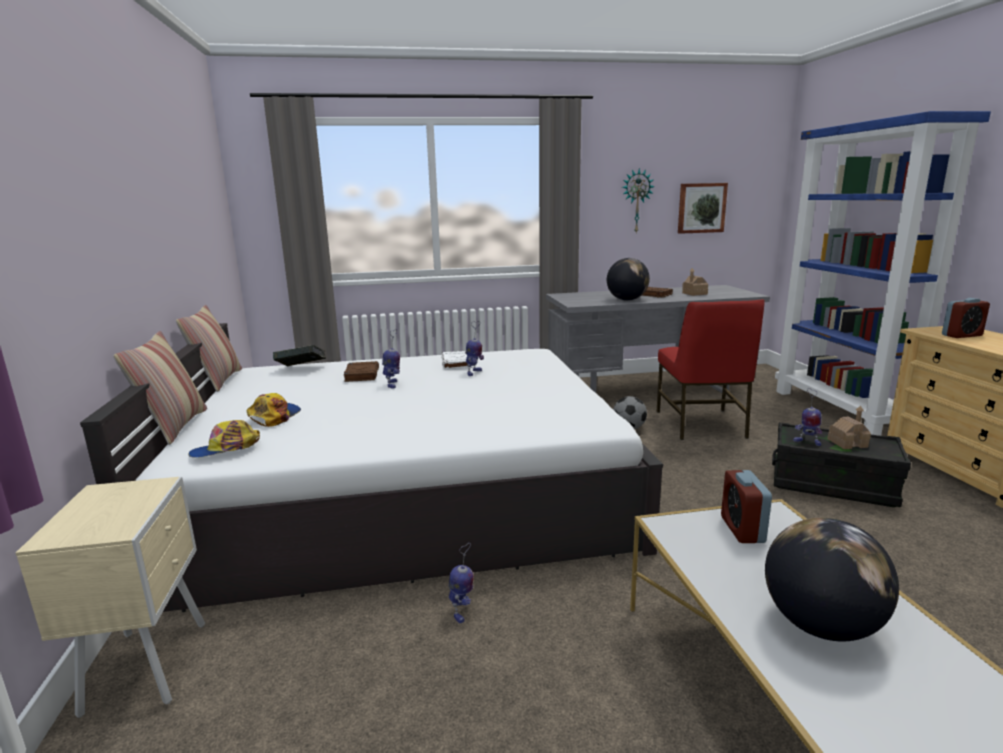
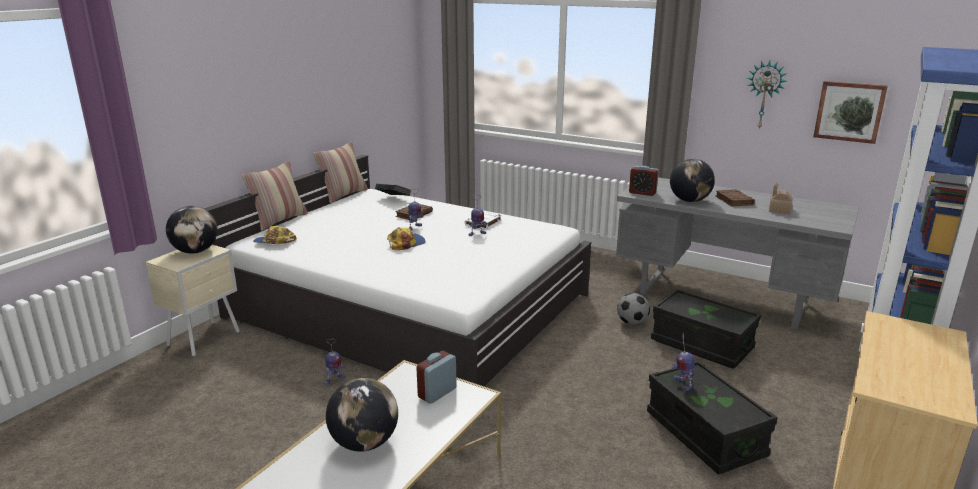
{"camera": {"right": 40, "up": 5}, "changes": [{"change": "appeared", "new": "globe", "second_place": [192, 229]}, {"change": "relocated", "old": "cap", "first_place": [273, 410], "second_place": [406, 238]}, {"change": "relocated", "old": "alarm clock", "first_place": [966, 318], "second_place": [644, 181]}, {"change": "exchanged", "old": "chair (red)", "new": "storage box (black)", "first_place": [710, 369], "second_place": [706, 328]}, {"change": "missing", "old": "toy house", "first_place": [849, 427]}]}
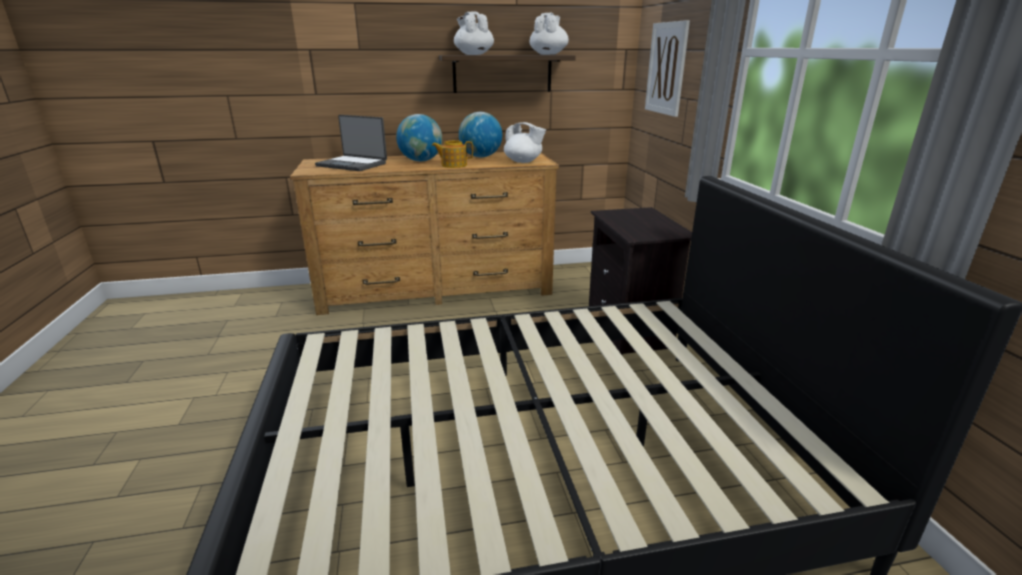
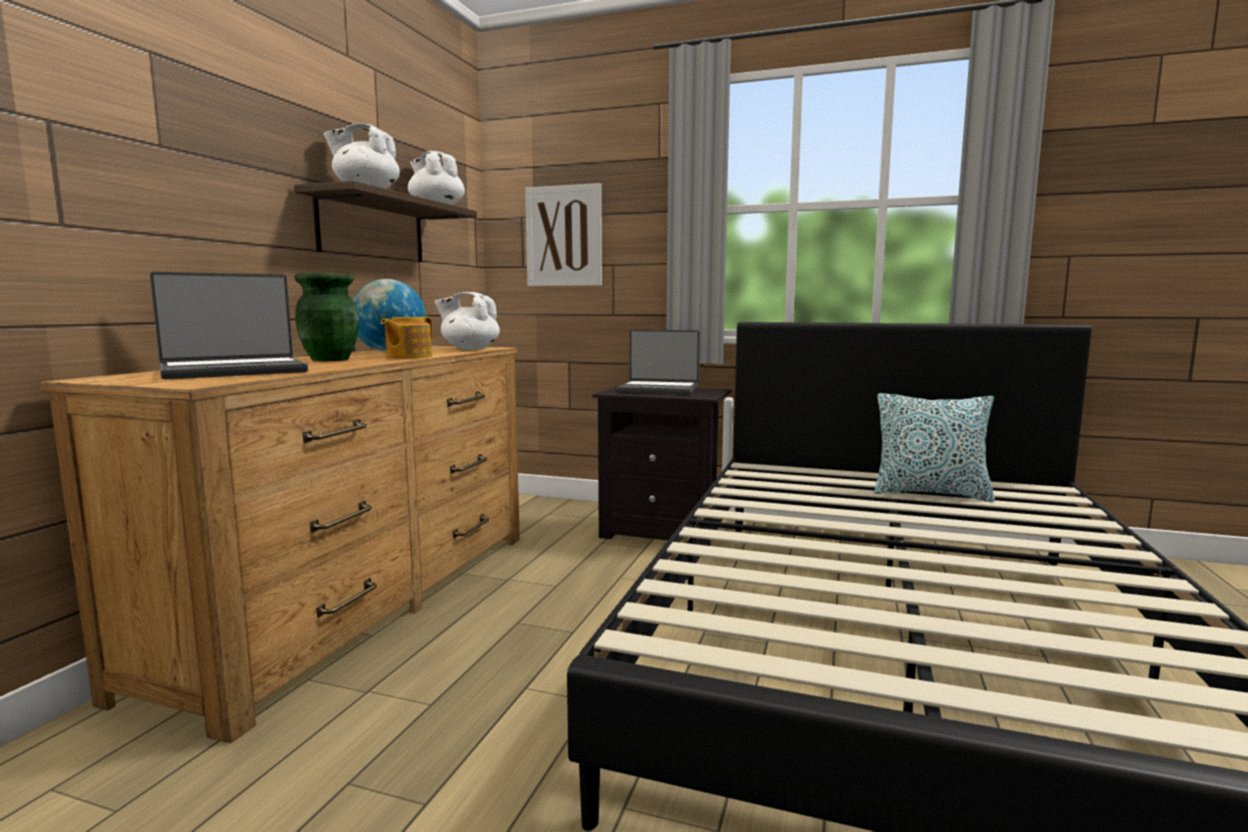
{"camera": {"right": -60, "up": -15}, "changes": [{"change": "exchanged", "old": "globe", "new": "vase (green)", "first_place": [419, 138], "second_place": [326, 317]}, {"change": "spun", "old": "teapot (white)", "first_place": [525, 142], "second_place": [467, 321], "degrees": -135}, {"change": "appeared", "new": "laptop", "second_place": [658, 362]}, {"change": "appeared", "new": "pillow", "second_place": [934, 447]}]}
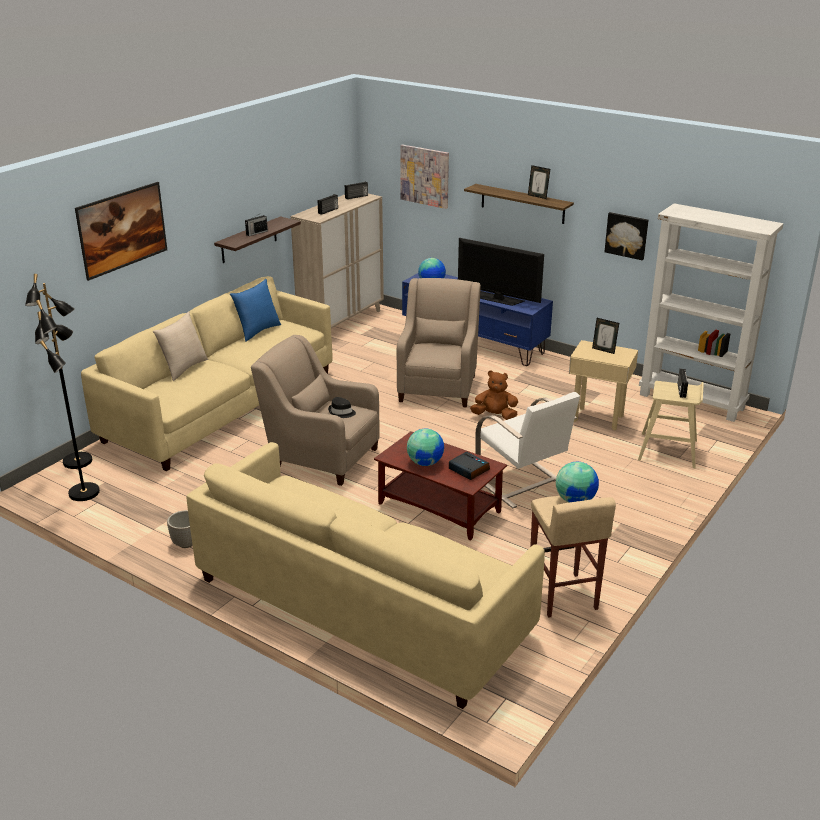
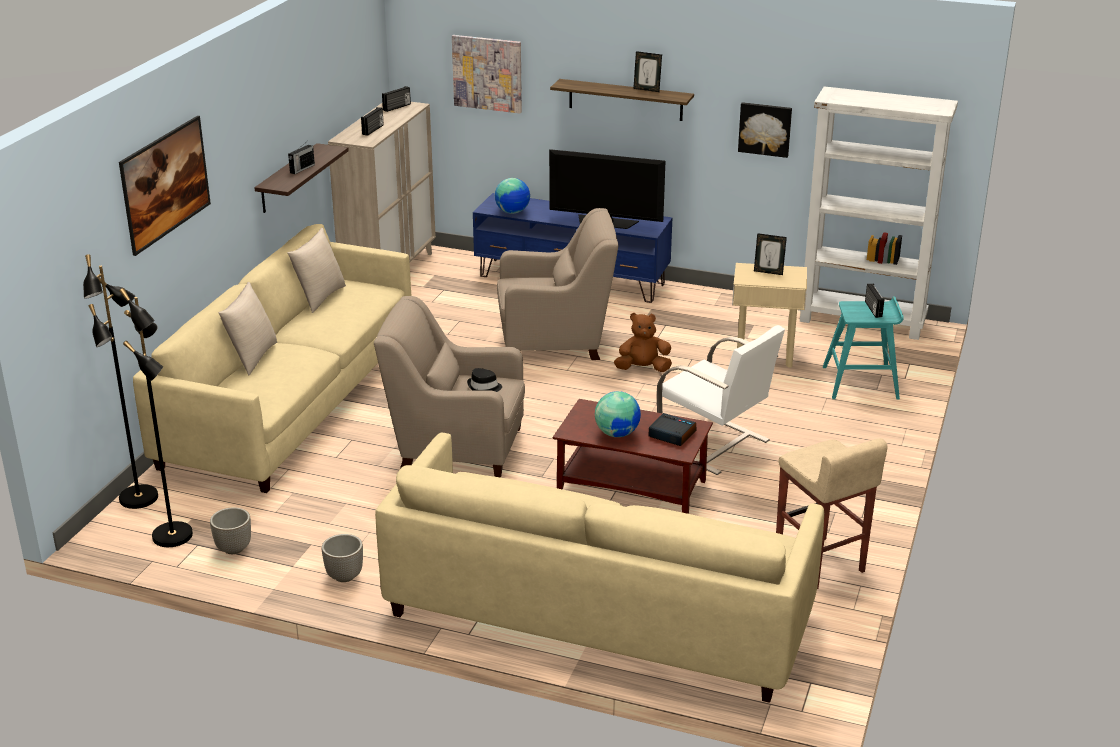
{"camera": {"right": -15, "up": 0}, "changes": [{"change": "appeared", "new": "planter", "second_place": [230, 530]}, {"change": "colour", "old": "pillow (blue)", "new": "pillow (beige)", "first_place": [255, 310], "second_place": [316, 270]}, {"change": "spun", "old": "armchair (beige)", "first_place": [439, 343], "second_place": [557, 284], "degrees": 90}, {"change": "colour", "old": "stool (beige)", "new": "stool (turquoise)", "first_place": [671, 424], "second_place": [863, 348]}, {"change": "missing", "old": "globe", "first_place": [577, 482]}]}
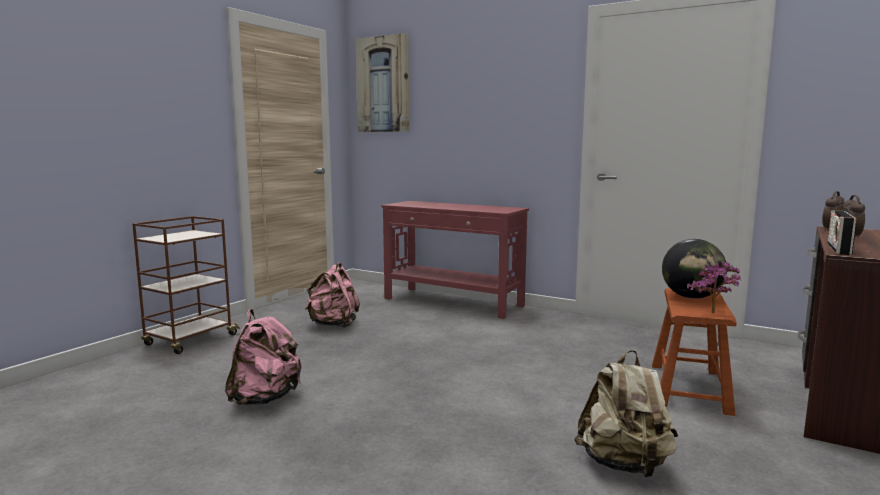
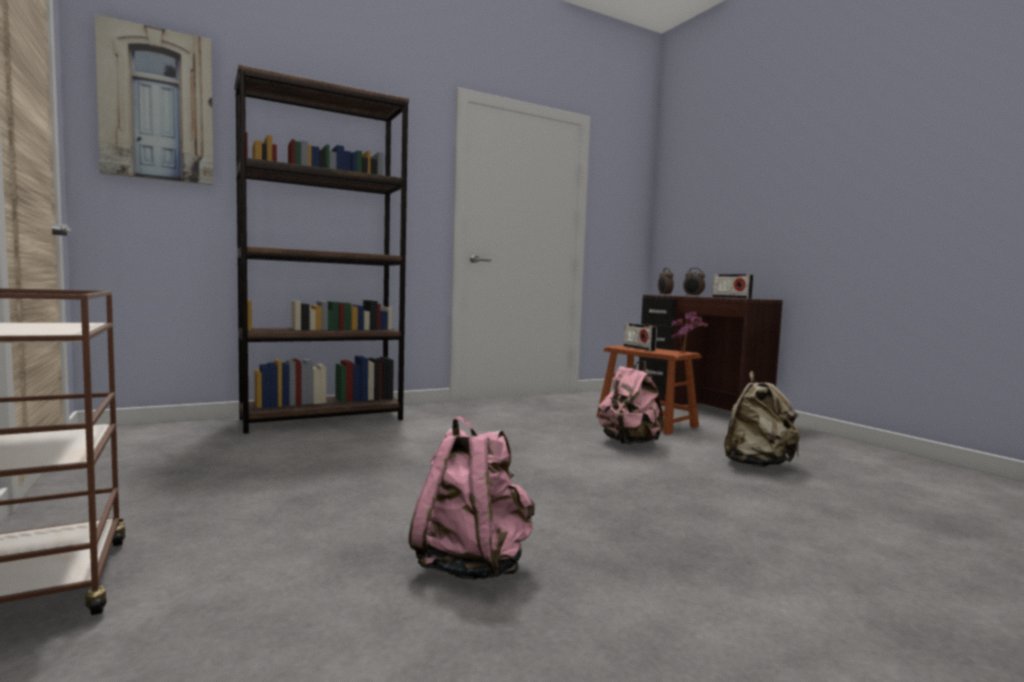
{"camera": {"right": -60, "up": -5}, "changes": [{"change": "exchanged", "old": "console table (red)", "new": "bookcase (brown)", "first_place": [455, 260], "second_place": [321, 249]}, {"change": "relocated", "old": "backpack (pink)", "first_place": [332, 295], "second_place": [631, 402]}, {"change": "exchanged", "old": "globe", "new": "radio", "first_place": [694, 269], "second_place": [640, 337]}]}
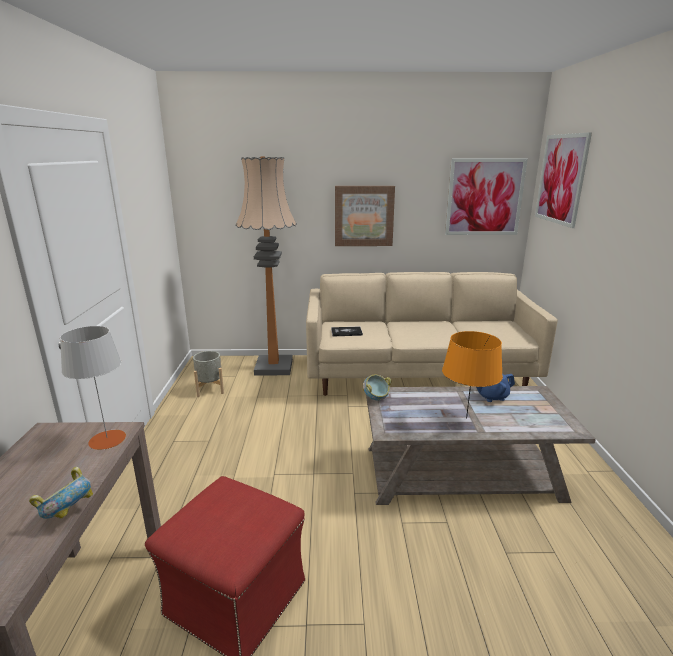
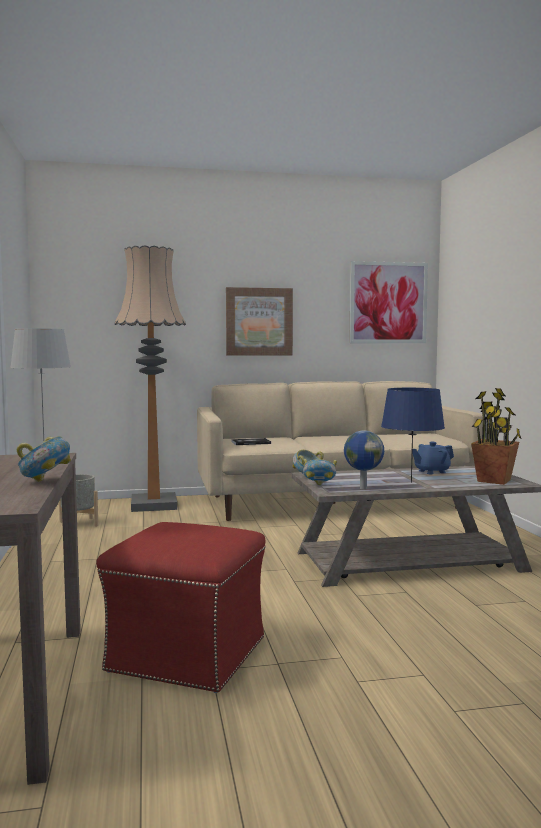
{"camera": {"right": -10, "up": -15}, "changes": [{"change": "appeared", "new": "bowl", "second_place": [320, 472]}, {"change": "appeared", "new": "globe", "second_place": [364, 459]}, {"change": "colour", "old": "table lamp (orange)", "new": "table lamp (blue)", "first_place": [472, 375], "second_place": [413, 435]}, {"change": "appeared", "new": "potted plant", "second_place": [496, 436]}, {"change": "missing", "old": "picture", "first_place": [563, 180]}]}
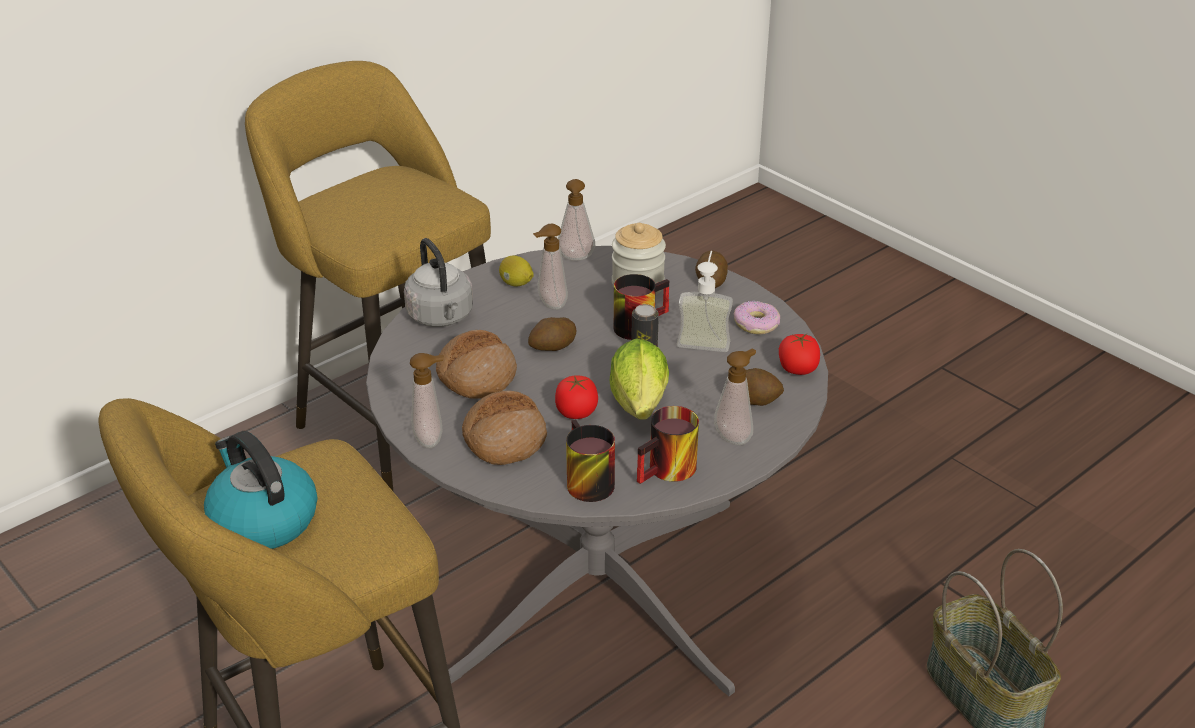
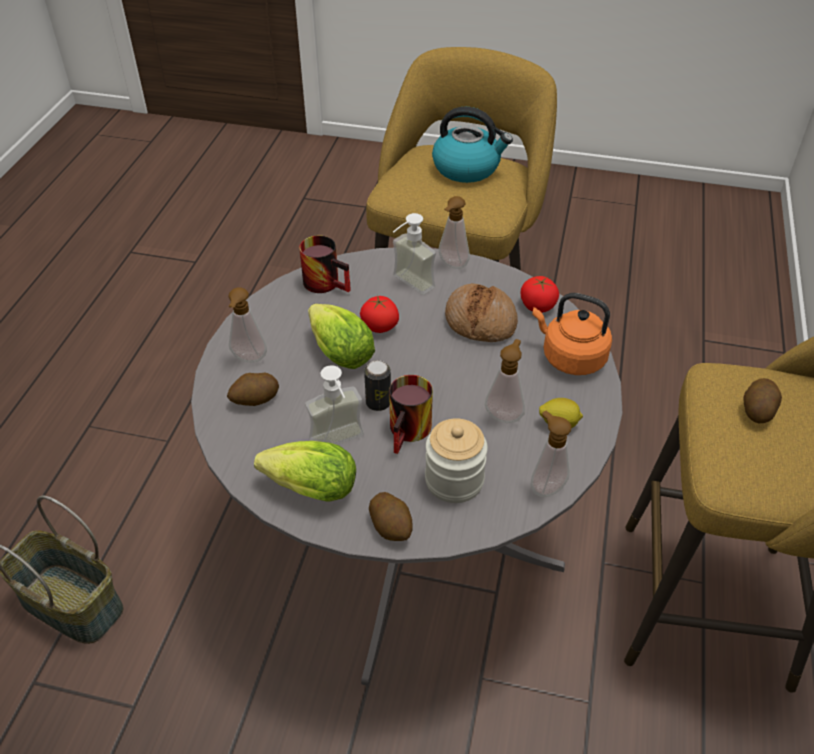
{"camera": {"right": 145, "up": 10}, "changes": [{"change": "exchanged", "old": "donut", "new": "lettuce", "first_place": [757, 317], "second_place": [305, 471]}, {"change": "exchanged", "old": "bread", "new": "soap dispenser", "first_place": [504, 428], "second_place": [414, 254]}, {"change": "relocated", "old": "tomato", "first_place": [799, 354], "second_place": [540, 294]}, {"change": "colour", "old": "kettle (grey)", "new": "kettle (orange)", "first_place": [438, 282], "second_place": [572, 334]}, {"change": "relocated", "old": "potato", "first_place": [552, 334], "second_place": [762, 400]}, {"change": "missing", "old": "mug", "first_place": [668, 445]}]}
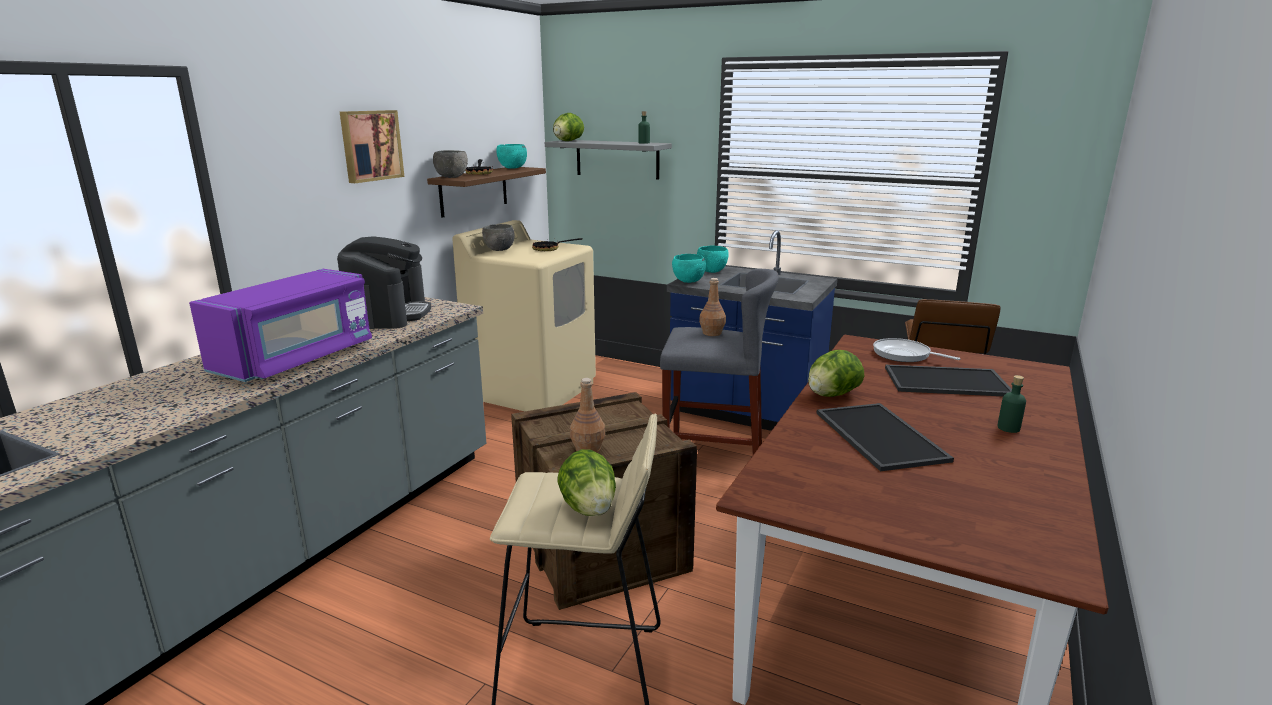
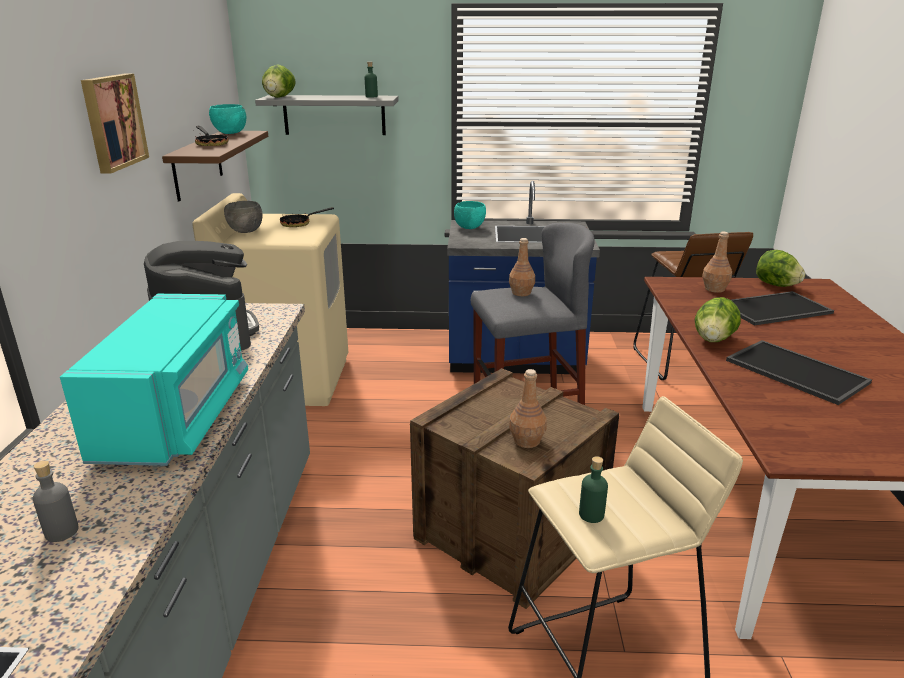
{"camera": {"right": -25, "up": 5}, "changes": [{"change": "appeared", "new": "bottle (grey)", "second_place": [56, 501]}, {"change": "colour", "old": "microwave (purple)", "new": "microwave (turquoise)", "first_place": [280, 325], "second_place": [154, 380]}, {"change": "relocated", "old": "bottle (green)", "first_place": [1011, 404], "second_place": [593, 489]}, {"change": "exchanged", "old": "frying pan", "new": "bottle (brown)", "first_place": [917, 350], "second_place": [717, 262]}, {"change": "relocated", "old": "lettuce", "first_place": [586, 482], "second_place": [780, 268]}, {"change": "missing", "old": "bowl (grey)", "first_place": [450, 164]}, {"change": "missing", "old": "bowl (turquoise)", "first_place": [689, 268]}]}
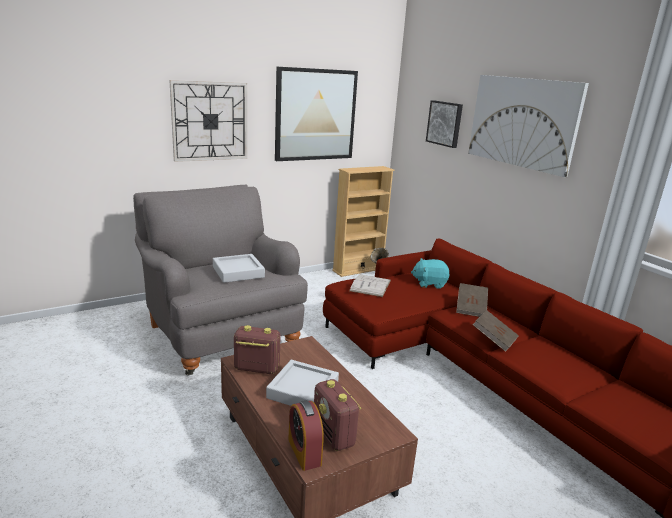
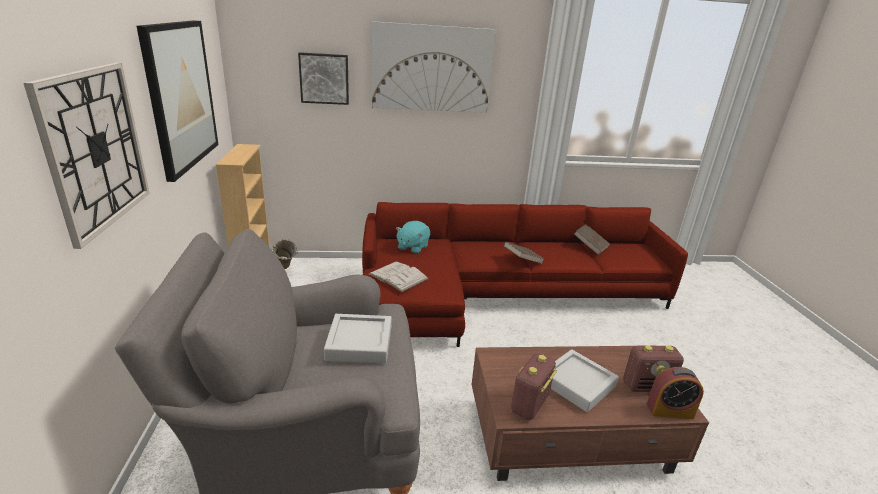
{"camera": {"right": -65, "up": 5}, "changes": [{"change": "relocated", "old": "book (brown)", "first_place": [472, 300], "second_place": [592, 239]}]}
